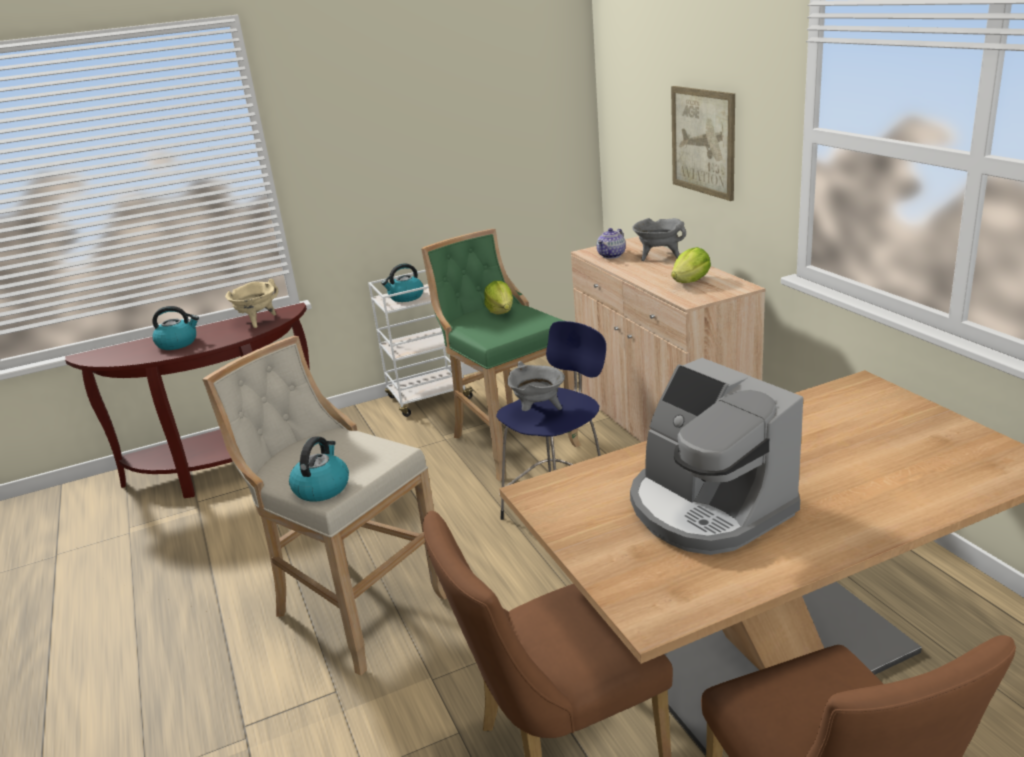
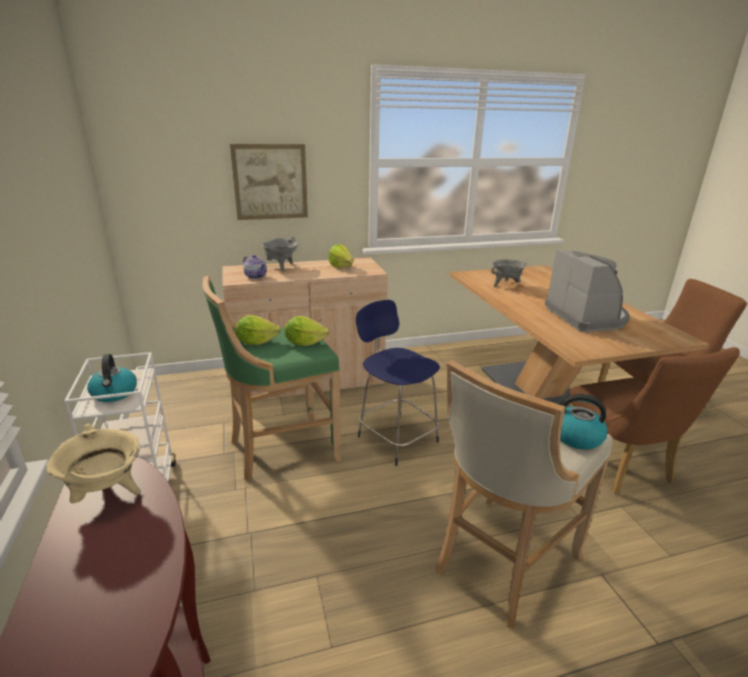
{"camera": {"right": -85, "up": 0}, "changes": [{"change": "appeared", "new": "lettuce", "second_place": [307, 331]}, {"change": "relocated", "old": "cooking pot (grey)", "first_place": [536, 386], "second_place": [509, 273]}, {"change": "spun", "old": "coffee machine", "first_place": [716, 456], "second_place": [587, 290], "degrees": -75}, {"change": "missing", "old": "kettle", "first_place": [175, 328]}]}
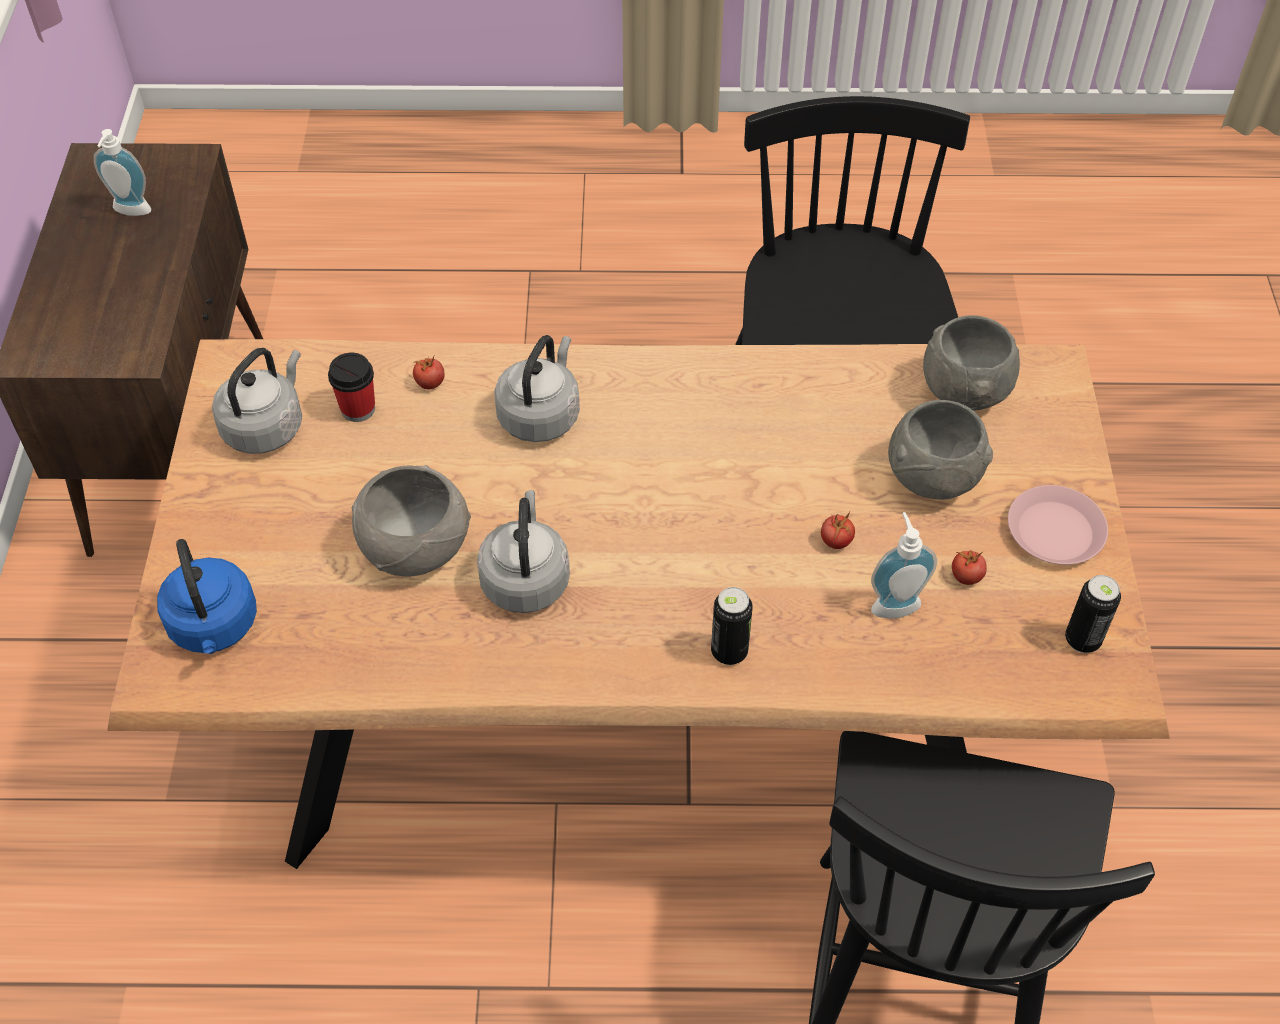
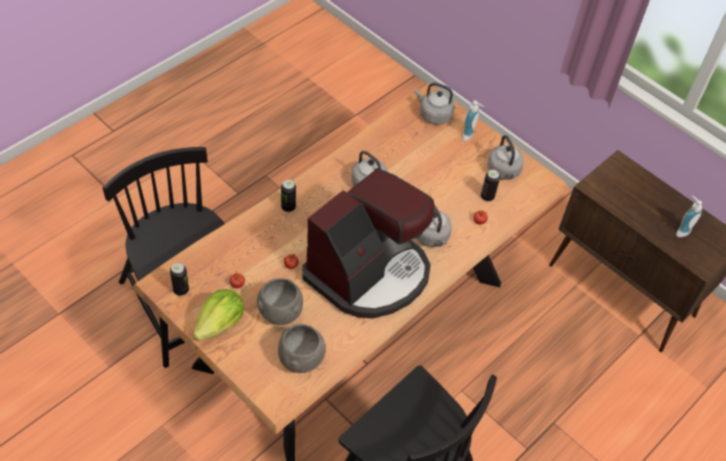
{"camera": {"right": 130, "up": 0}, "changes": [{"change": "exchanged", "old": "plate (pink)", "new": "lettuce", "first_place": [1058, 525], "second_place": [218, 315]}, {"change": "appeared", "new": "coffee machine", "second_place": [368, 243]}, {"change": "colour", "old": "kettle (blue)", "new": "kettle (grey)", "first_place": [207, 596], "second_place": [435, 103]}, {"change": "relocated", "old": "soap dispenser", "first_place": [904, 565], "second_place": [473, 120]}, {"change": "exchanged", "old": "cup", "new": "can", "first_place": [351, 387], "second_place": [490, 185]}, {"change": "missing", "old": "bowl (grey)", "first_place": [411, 521]}]}
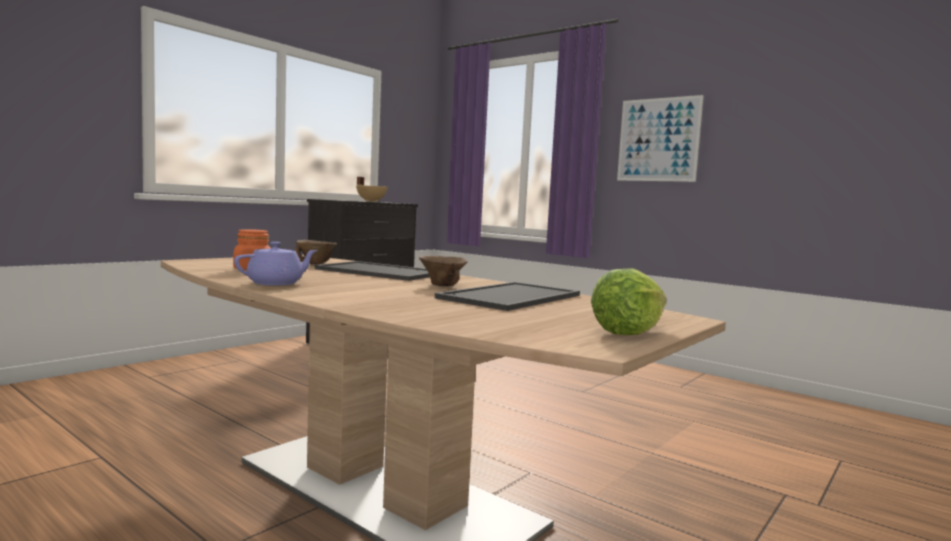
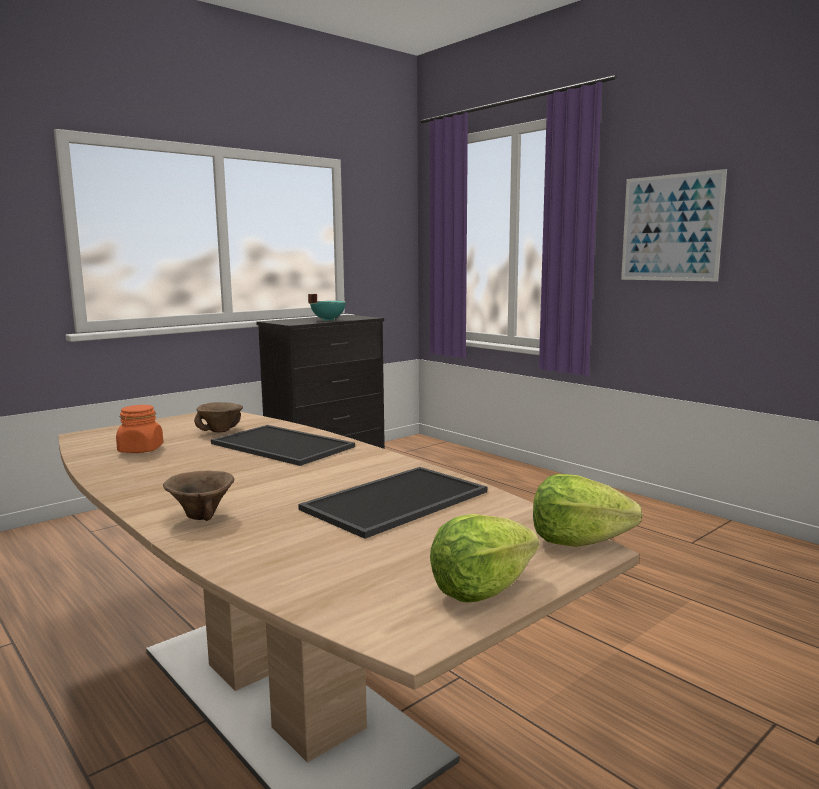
{"camera": {"right": 10, "up": 5}, "changes": [{"change": "relocated", "old": "bowl (brown)", "first_place": [443, 271], "second_place": [198, 496]}, {"change": "colour", "old": "cooking pot (beige)", "new": "cooking pot (turquoise)", "first_place": [371, 189], "second_place": [327, 307]}, {"change": "appeared", "new": "lettuce", "second_place": [588, 510]}, {"change": "missing", "old": "teapot (purple)", "first_place": [276, 264]}]}
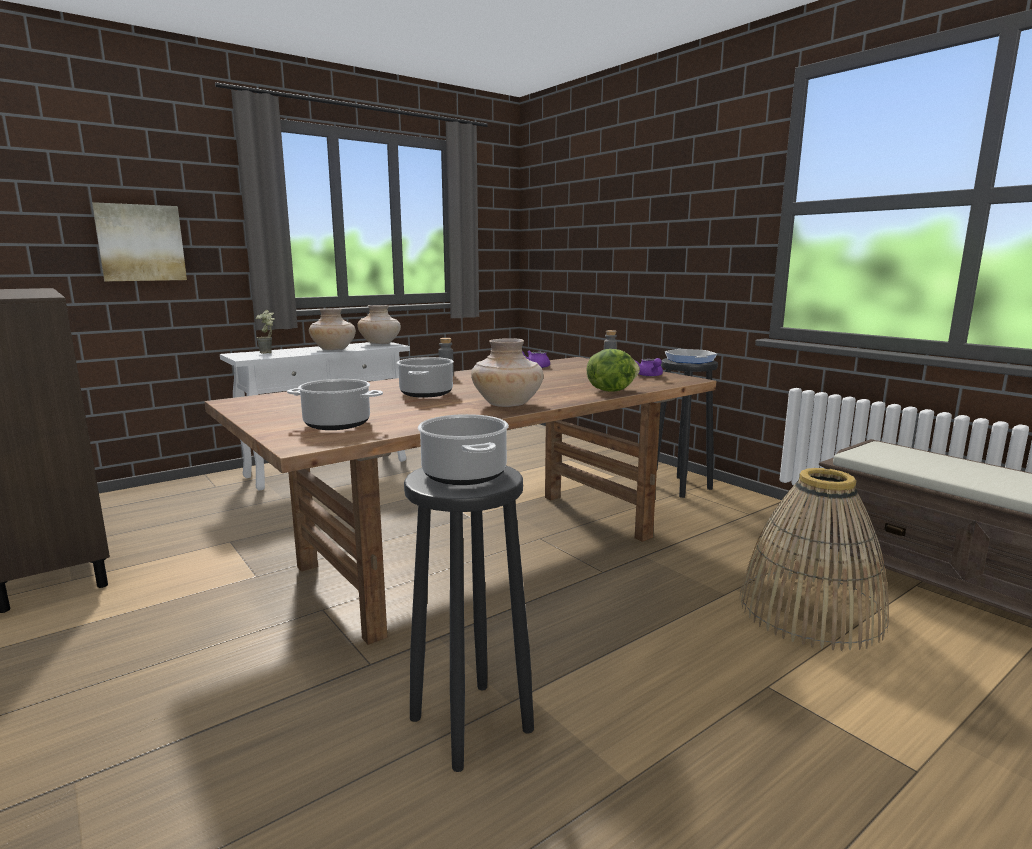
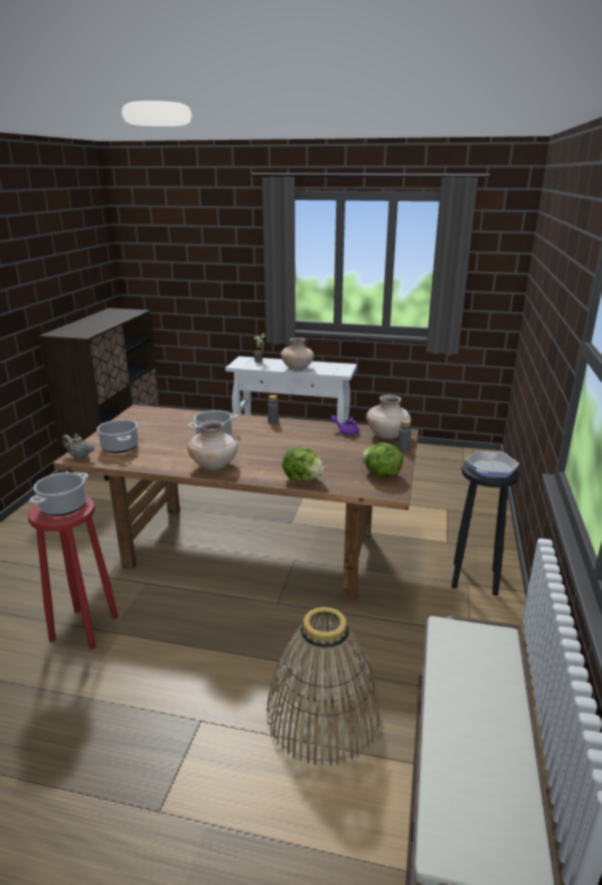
{"camera": {"right": 50, "up": 10}, "changes": [{"change": "colour", "old": "stool (black)", "new": "stool (red)", "first_place": [469, 619], "second_place": [73, 572]}, {"change": "appeared", "new": "teapot (beige)", "second_place": [78, 446]}, {"change": "exchanged", "old": "teapot (purple)", "new": "lettuce", "first_place": [649, 367], "second_place": [382, 460]}, {"change": "relocated", "old": "vase (beige)", "first_place": [379, 324], "second_place": [388, 417]}, {"change": "missing", "old": "picture", "first_place": [139, 241]}]}
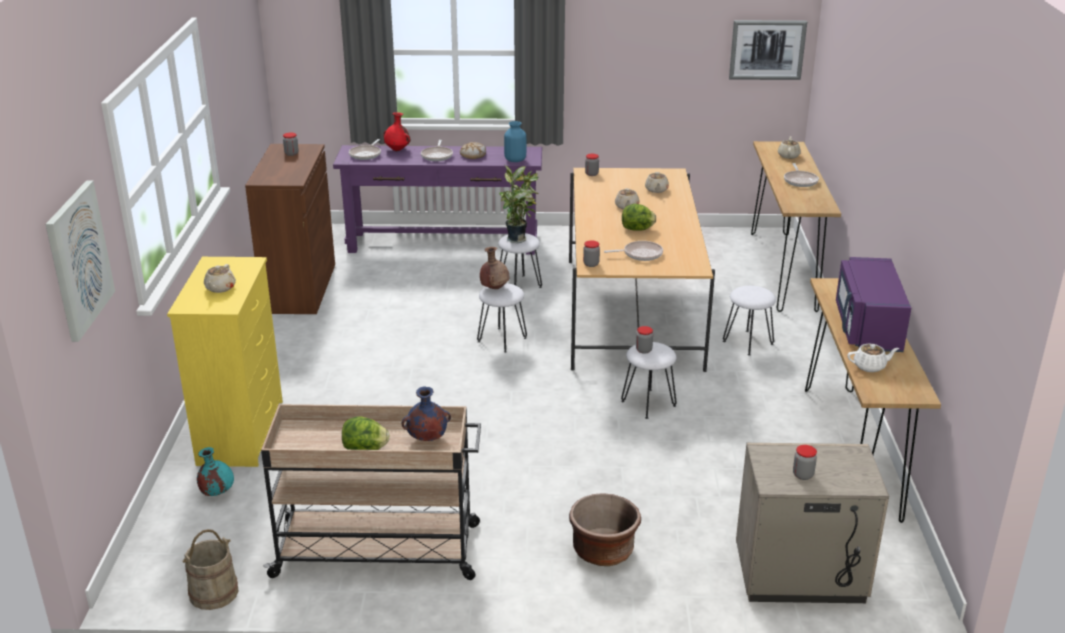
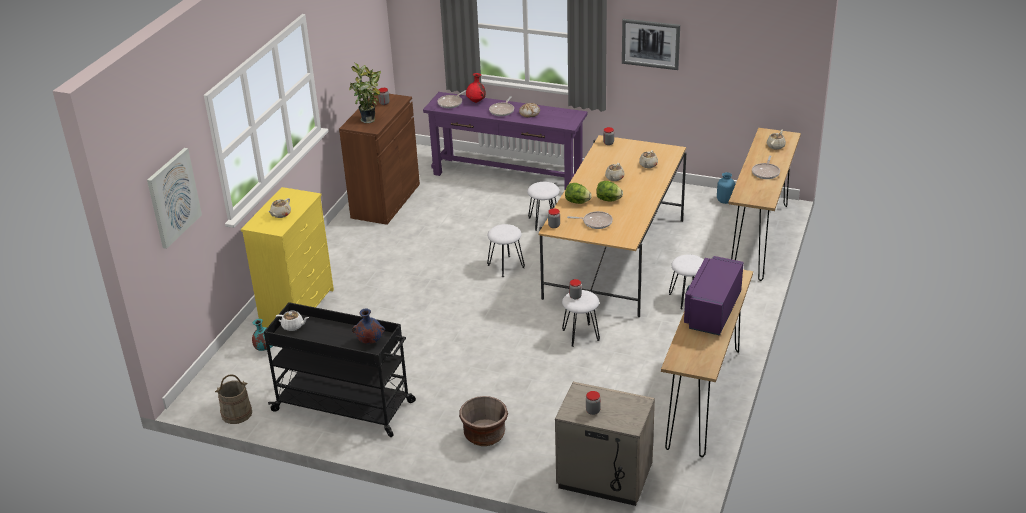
{"camera": {"right": 20, "up": 5}, "changes": [{"change": "colour", "old": "cart (beige)", "new": "cart (black)", "first_place": [371, 492], "second_place": [340, 369]}, {"change": "relocated", "old": "teapot (white)", "first_place": [873, 358], "second_place": [292, 321]}, {"change": "relocated", "old": "potted plant", "first_place": [519, 204], "second_place": [365, 92]}, {"change": "relocated", "old": "lettuce", "first_place": [366, 433], "second_place": [578, 193]}, {"change": "relocated", "old": "picture", "first_place": [768, 50], "second_place": [651, 44]}, {"change": "relocated", "old": "vase (blue)", "first_place": [515, 141], "second_place": [726, 188]}, {"change": "missing", "old": "vase (brown)", "first_place": [495, 268]}]}
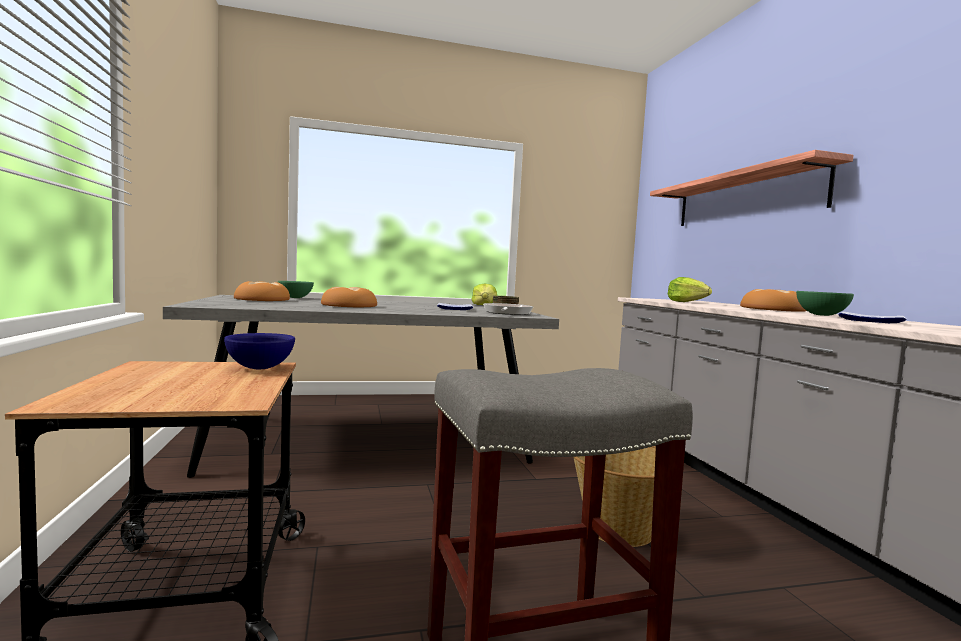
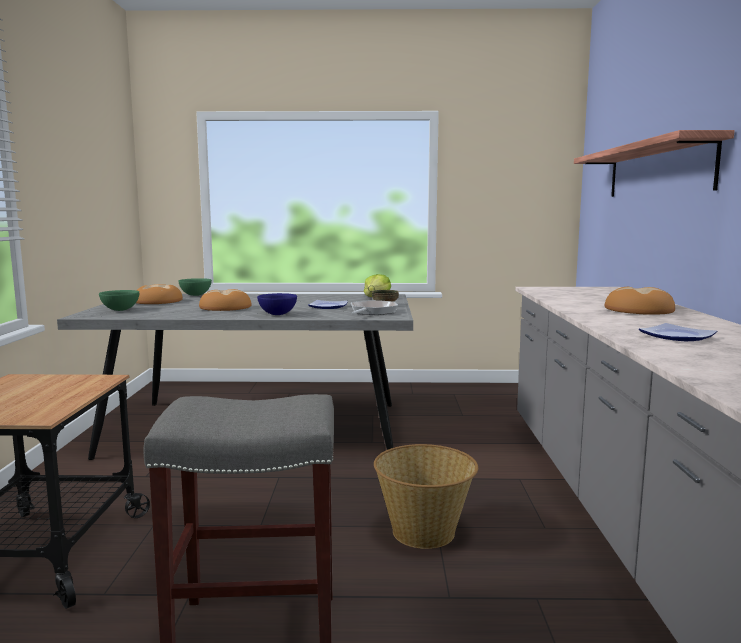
{"camera": {"right": 15, "up": 5}, "changes": [{"change": "relocated", "old": "bowl (green)", "first_place": [825, 303], "second_place": [119, 300]}, {"change": "relocated", "old": "bowl (blue)", "first_place": [259, 351], "second_place": [277, 304]}, {"change": "missing", "old": "lettuce", "first_place": [690, 289]}]}
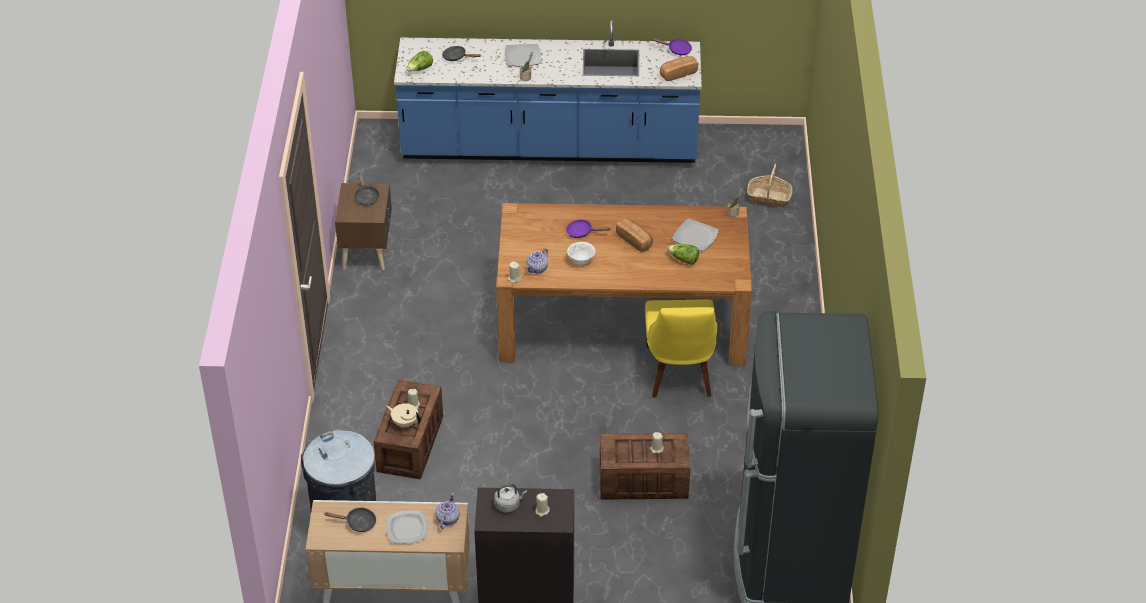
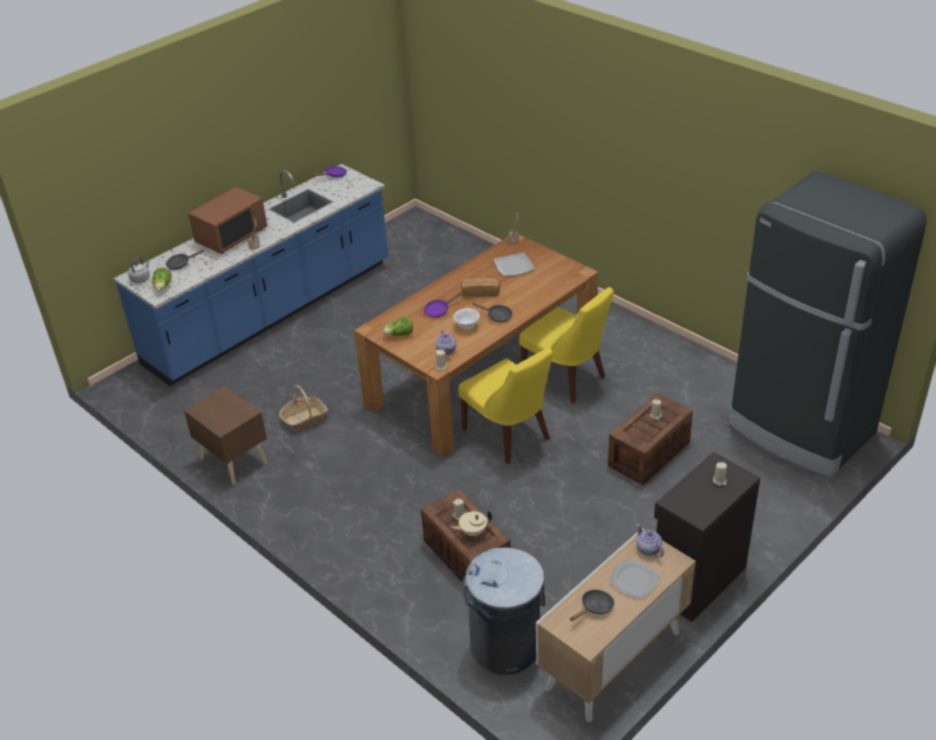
{"camera": {"right": -45, "up": -5}, "changes": [{"change": "relocated", "old": "kettle (grey)", "first_place": [510, 498], "second_place": [139, 270]}, {"change": "exchanged", "old": "plate", "new": "microwave (brown)", "first_place": [523, 55], "second_place": [227, 220]}, {"change": "relocated", "old": "basket", "first_place": [770, 185], "second_place": [303, 408]}, {"change": "relocated", "old": "lettuce", "first_place": [683, 254], "second_place": [397, 326]}, {"change": "appeared", "new": "chair (yellow)", "second_place": [505, 406]}, {"change": "relocated", "old": "frying pan (black)", "first_place": [366, 189], "second_place": [492, 312]}, {"change": "missing", "old": "bread", "first_place": [679, 68]}]}
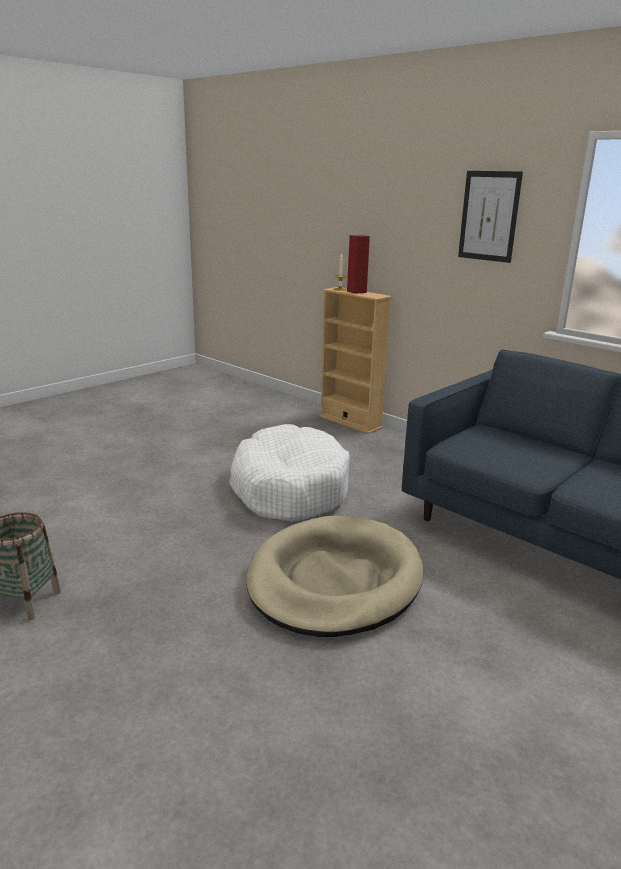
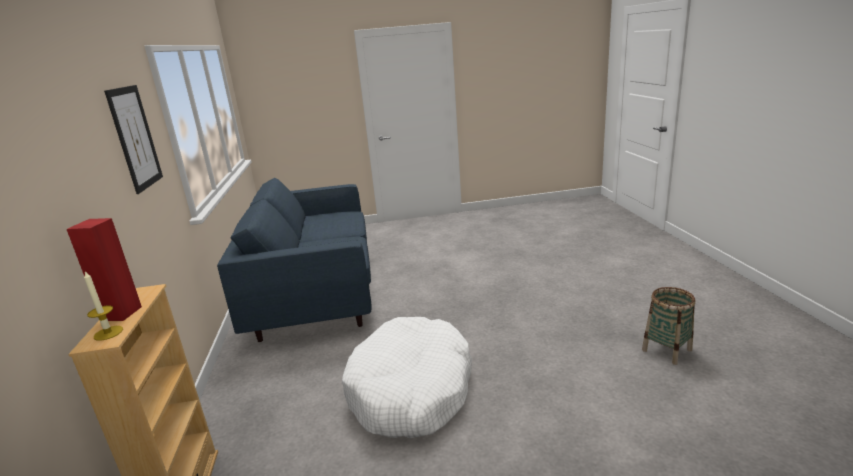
{"camera": {"right": -140, "up": 0}, "changes": [{"change": "missing", "old": "dog bed (beige)", "first_place": [335, 576]}]}
